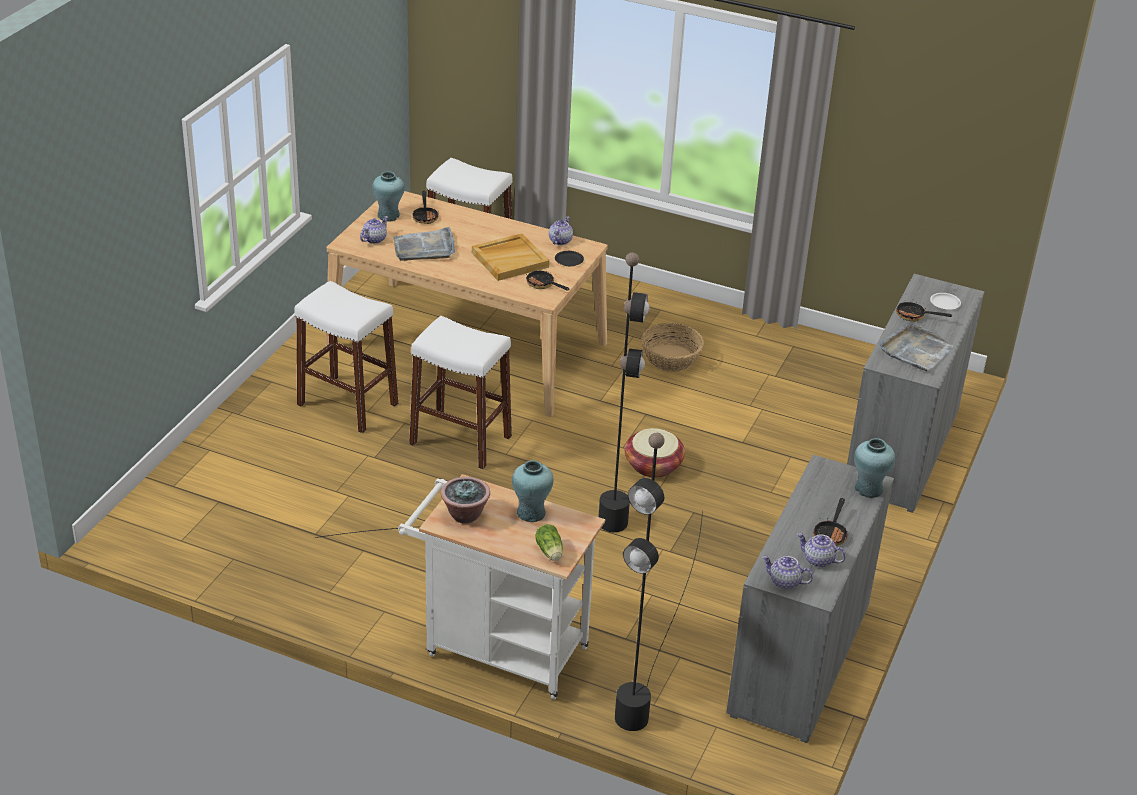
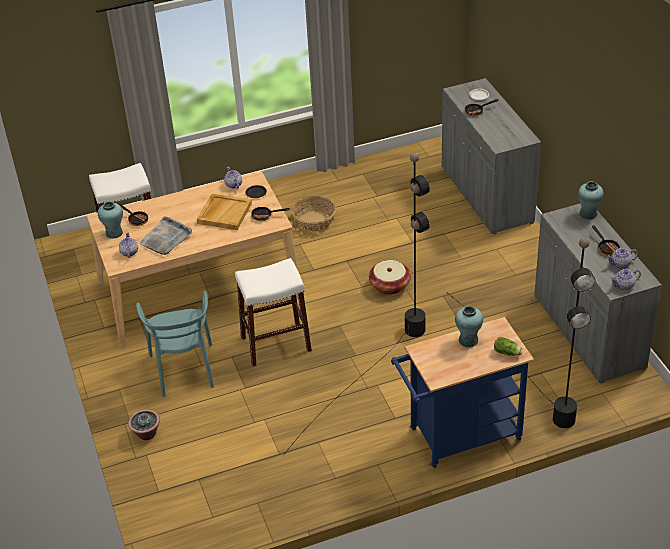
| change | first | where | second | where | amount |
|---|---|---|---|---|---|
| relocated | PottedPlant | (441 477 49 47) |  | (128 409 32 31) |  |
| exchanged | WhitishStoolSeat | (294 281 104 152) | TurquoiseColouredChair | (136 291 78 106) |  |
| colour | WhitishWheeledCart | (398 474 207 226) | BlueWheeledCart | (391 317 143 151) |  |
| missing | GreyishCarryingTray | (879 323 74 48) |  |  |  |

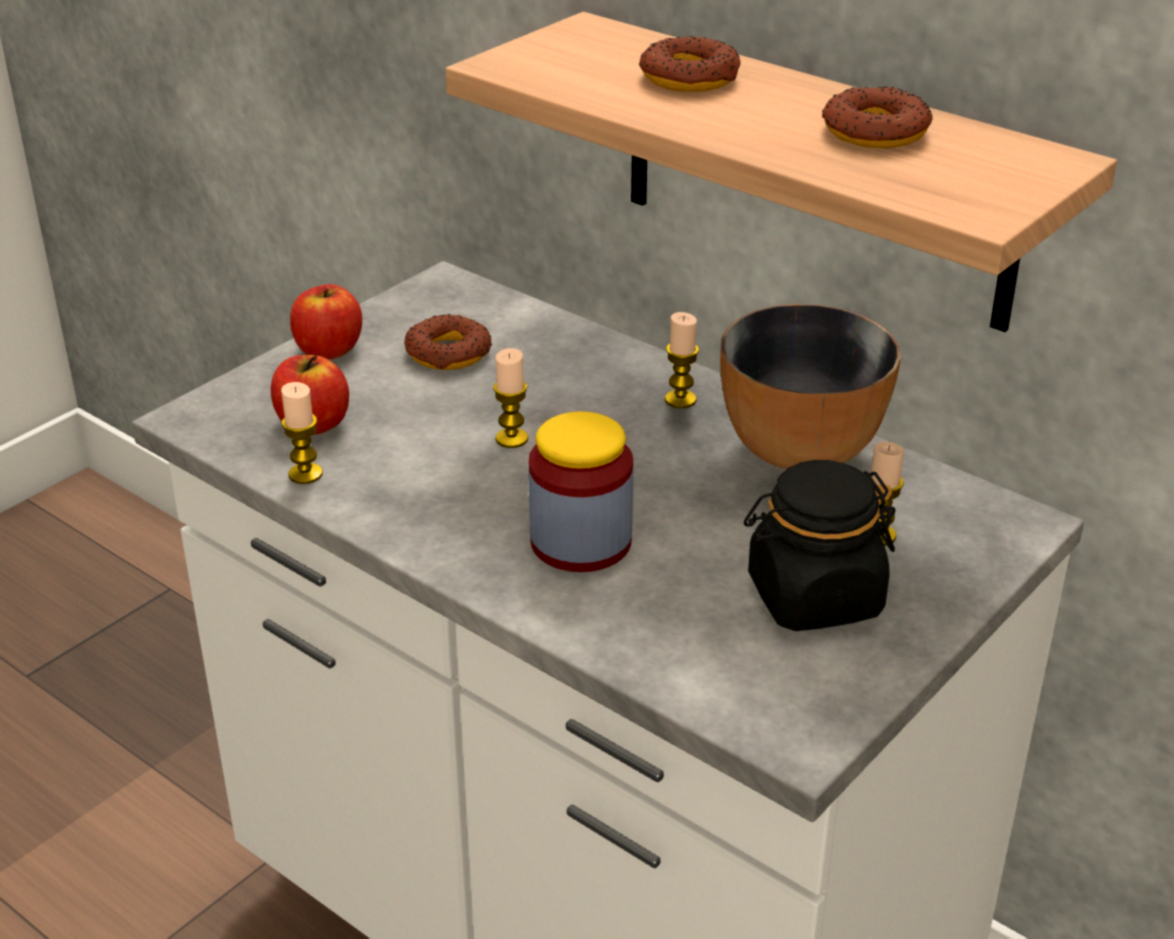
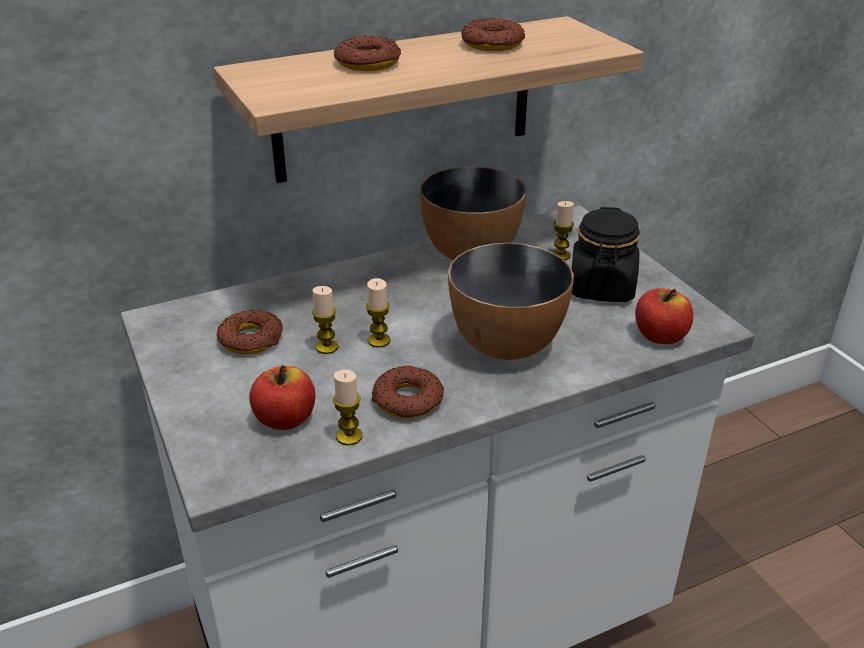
| change | first | where | second | where | amount |
|---|---|---|---|---|---|
| relocated | WaxCandle | (665 312 34 96) |  | (312 286 27 68) |  |
| appeared |  |  | RingDoughnut | (372 366 72 52) |  |
| exchanged | PreserveJar | (528 411 106 161) | ServingBowl | (448 243 126 117) |  |
| relocated | AppleFruit | (290 284 72 75) |  | (635 288 58 56) |  |

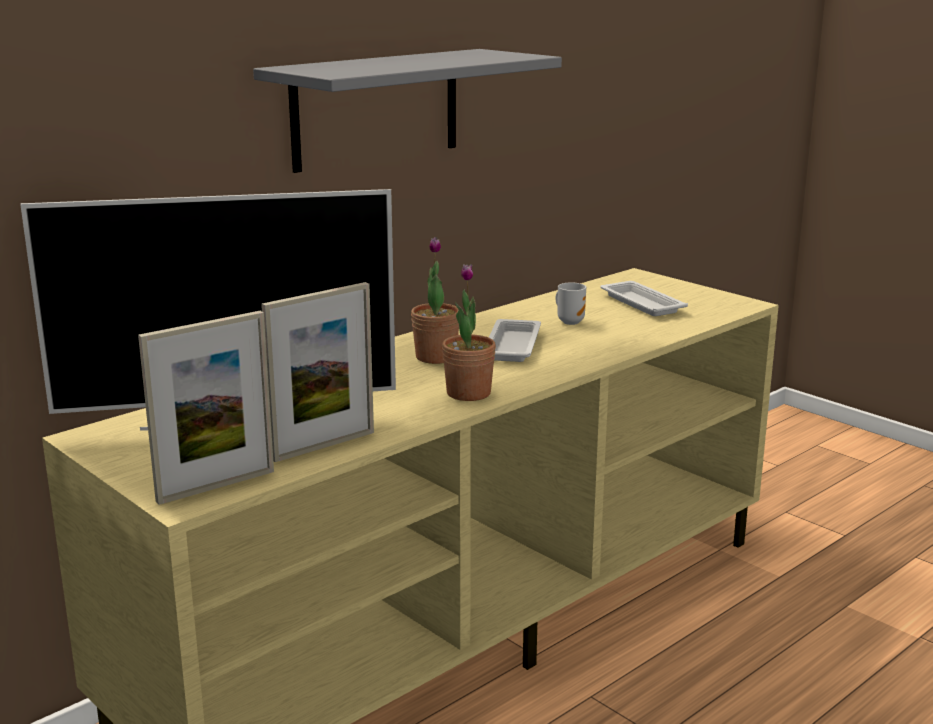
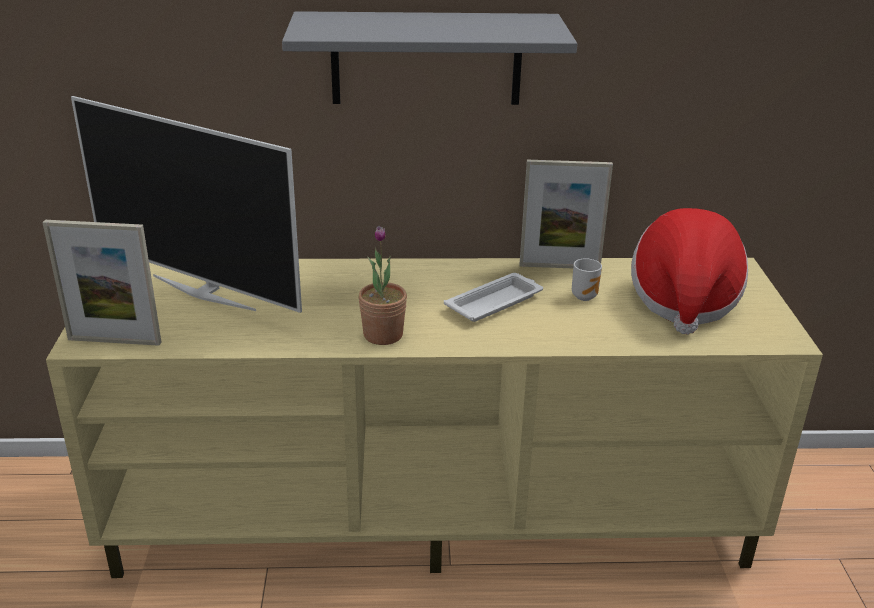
| change | first | where | second | where | amount |
|---|---|---|---|---|---|
| relocated | StandingFrame | (261 282 113 180) |  | (520 160 93 108) |  |
| exchanged | WhitishCarryingTray | (600 281 88 35) | WearableHat | (631 208 117 126) |  |
| missing | PottedPlant | (411 237 48 127) |  |  |  |

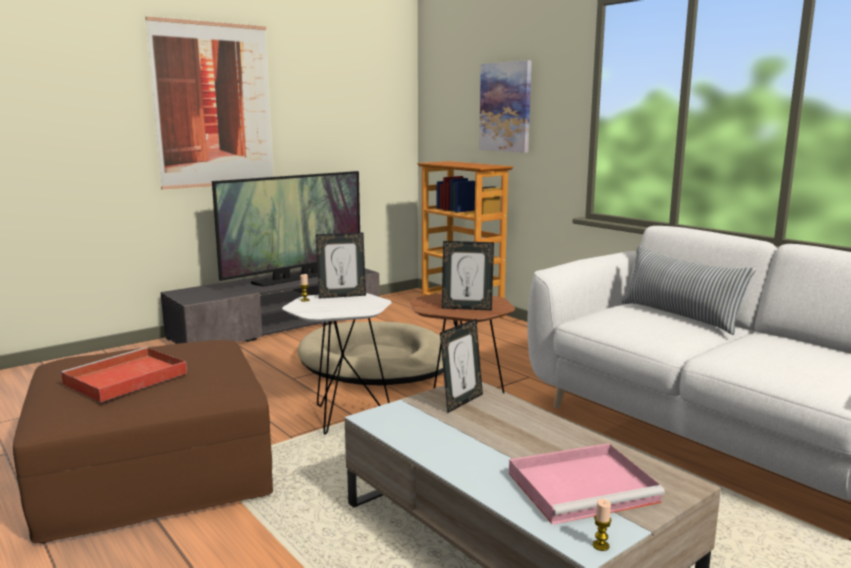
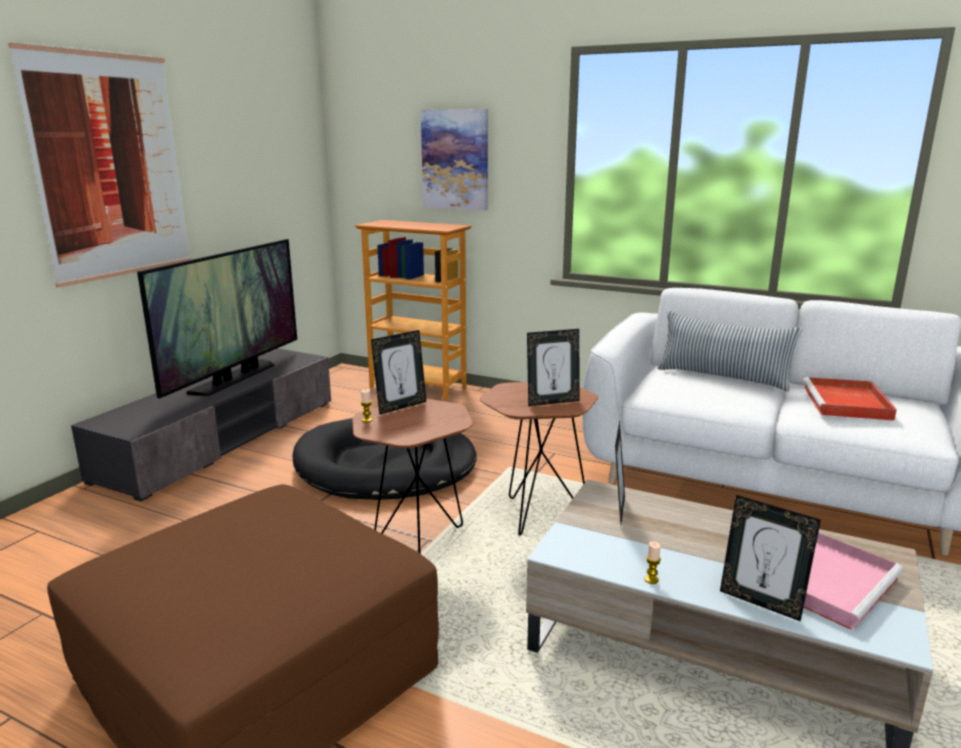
| change | first | where | second | where | amount |
|---|---|---|---|---|---|
| colour | BeigeColouredDogBed | (298 321 146 65) | BlackDogBed | (292 418 184 82) |  |
| colour | WhitishAccentTable | (282 293 110 142) | BrownishAccentTable | (352 399 121 155) |  |
| relocated | WaxCandle | (593 499 19 52) |  | (645 541 16 43) |  |
| appeared |  |  | StandingFrame | (720 495 101 126) |  |
| relocated | RedColouredCarryingTray | (60 347 127 55) |  | (803 377 94 44) |  |

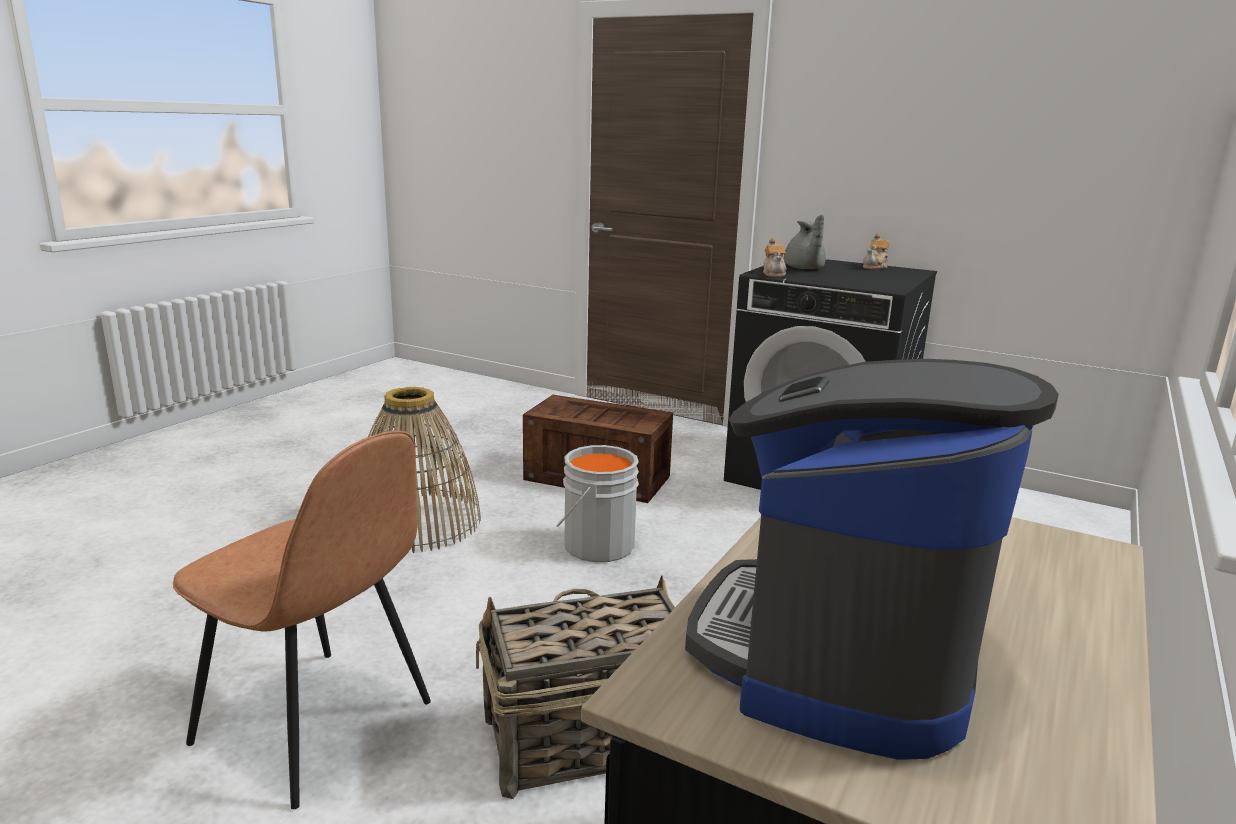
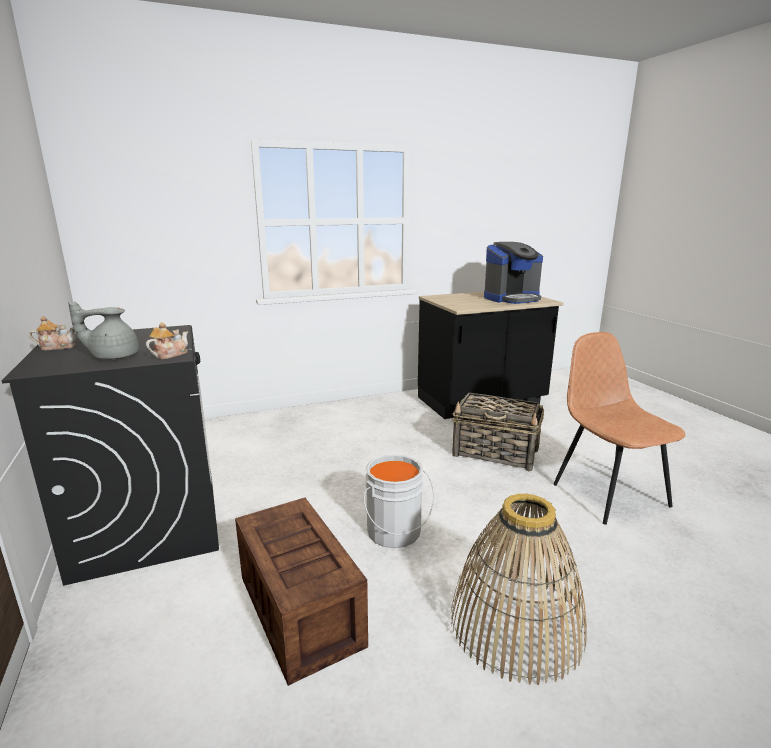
| change | first | where | second | where | amount |
|---|---|---|---|---|---|
| spun | GreyishTeaPot | (784 215 42 54) |  | (68 301 71 58) | 135 degrees counterclockwise |

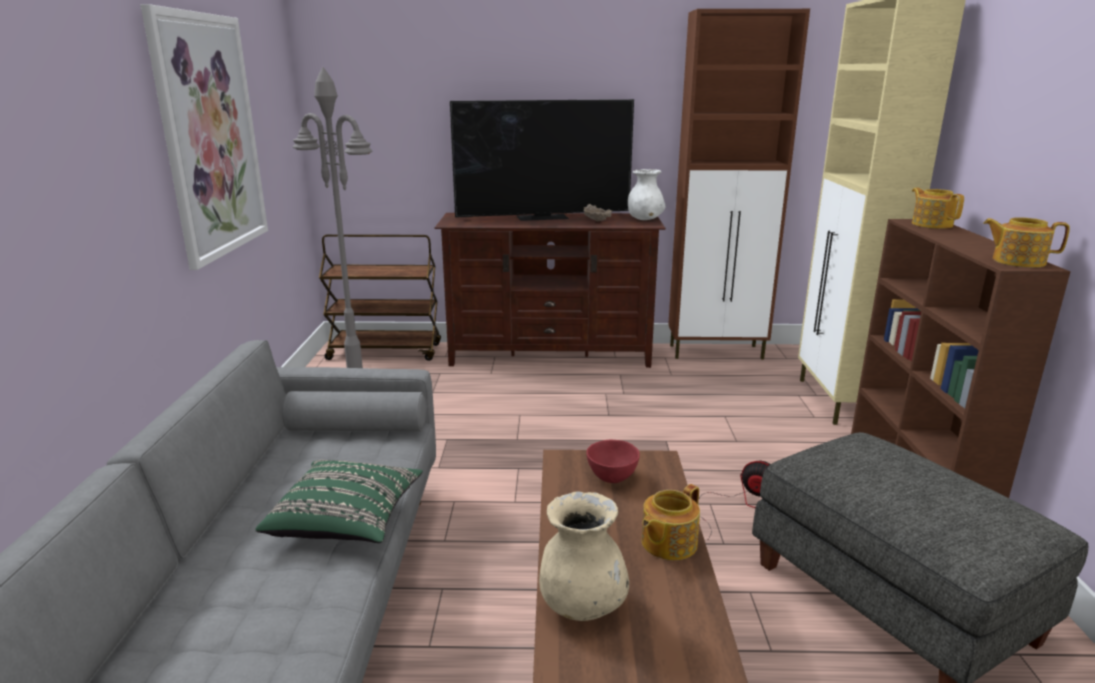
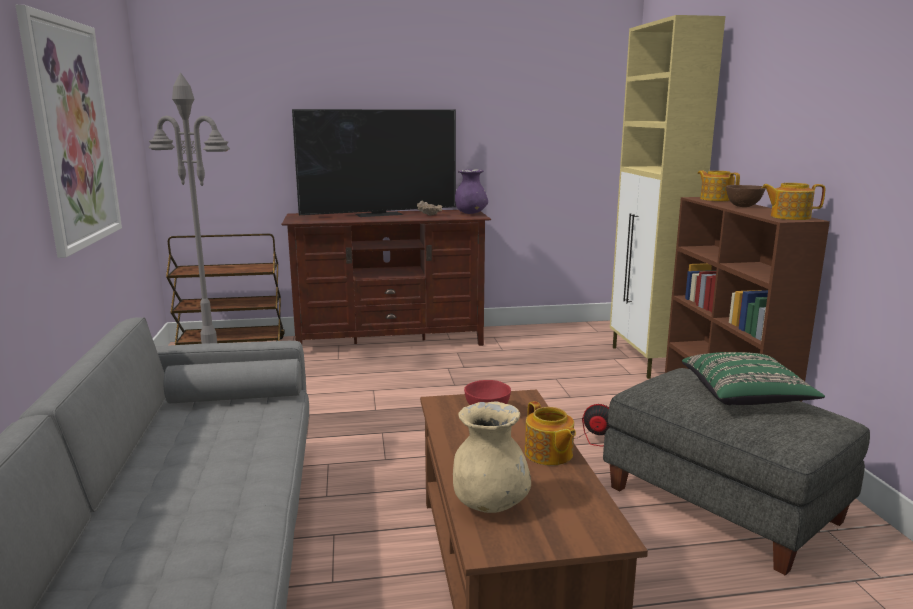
| change | first | where | second | where | amount |
|---|---|---|---|---|---|
| colour | WhitishVase | (628 169 38 51) | PurpleVase | (455 169 33 45) |  |
| spun | TeaPot | (642 484 58 76) |  | (525 401 51 65) | 60 degrees counterclockwise |
| relocated | GreenCushion | (255 460 168 83) |  | (682 352 143 53) |  |
| appeared |  |  | BrownishServingBowl | (726 185 40 22) |  |
| missing | BrownishCabinet | (668 9 142 350) |  |  |  |

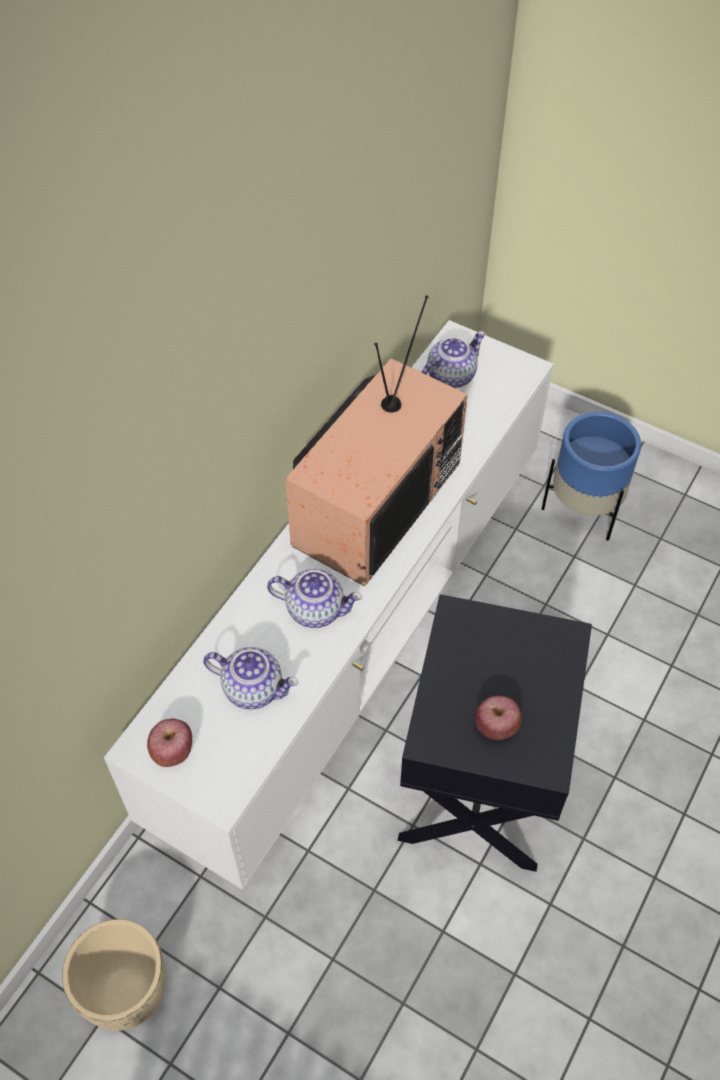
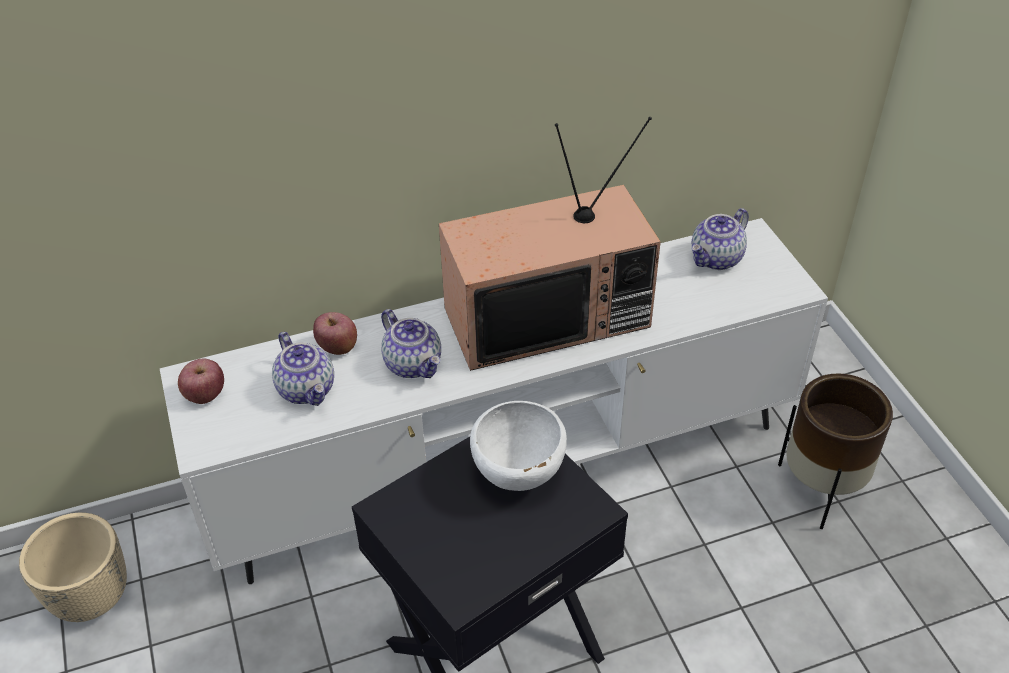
| change | first | where | second | where | amount |
|---|---|---|---|---|---|
| relocated | AppleFruit | (475 696 46 44) |  | (313 312 44 43) |  |
| appeared |  |  | WhitishServingBowl | (470 401 97 90) |  |
| spun | TeaPot | (422 331 64 57) |  | (692 208 57 62) | 135 degrees clockwise |
| colour | BluePlanter | (542 411 99 130) | BrownishPlanter | (778 373 115 156) |  |

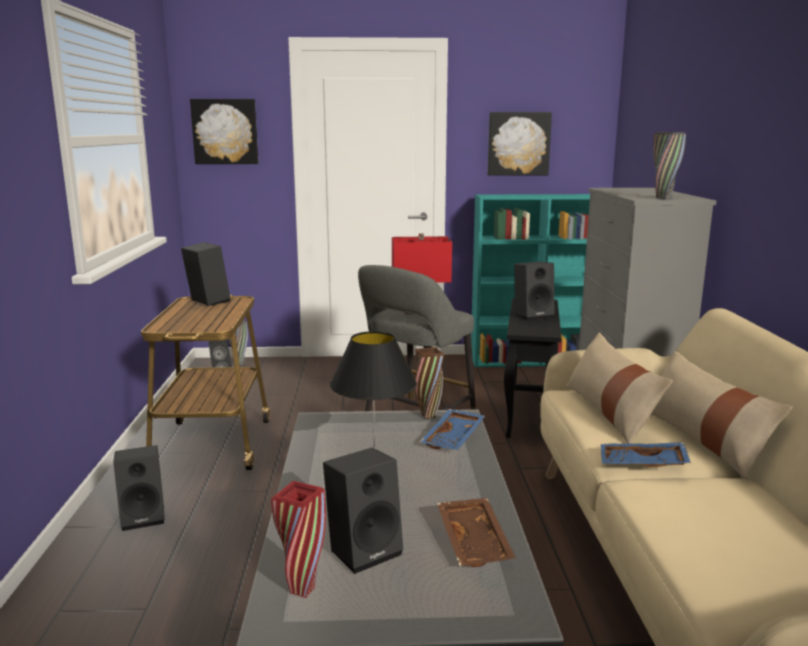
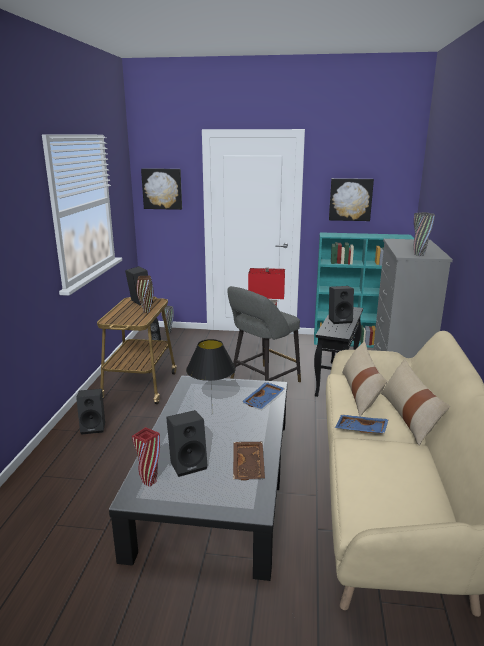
| change | first | where | second | where | amount |
|---|---|---|---|---|---|
| relocated | BrownishVase | (415 347 29 72) |  | (136 276 17 37) |  |

